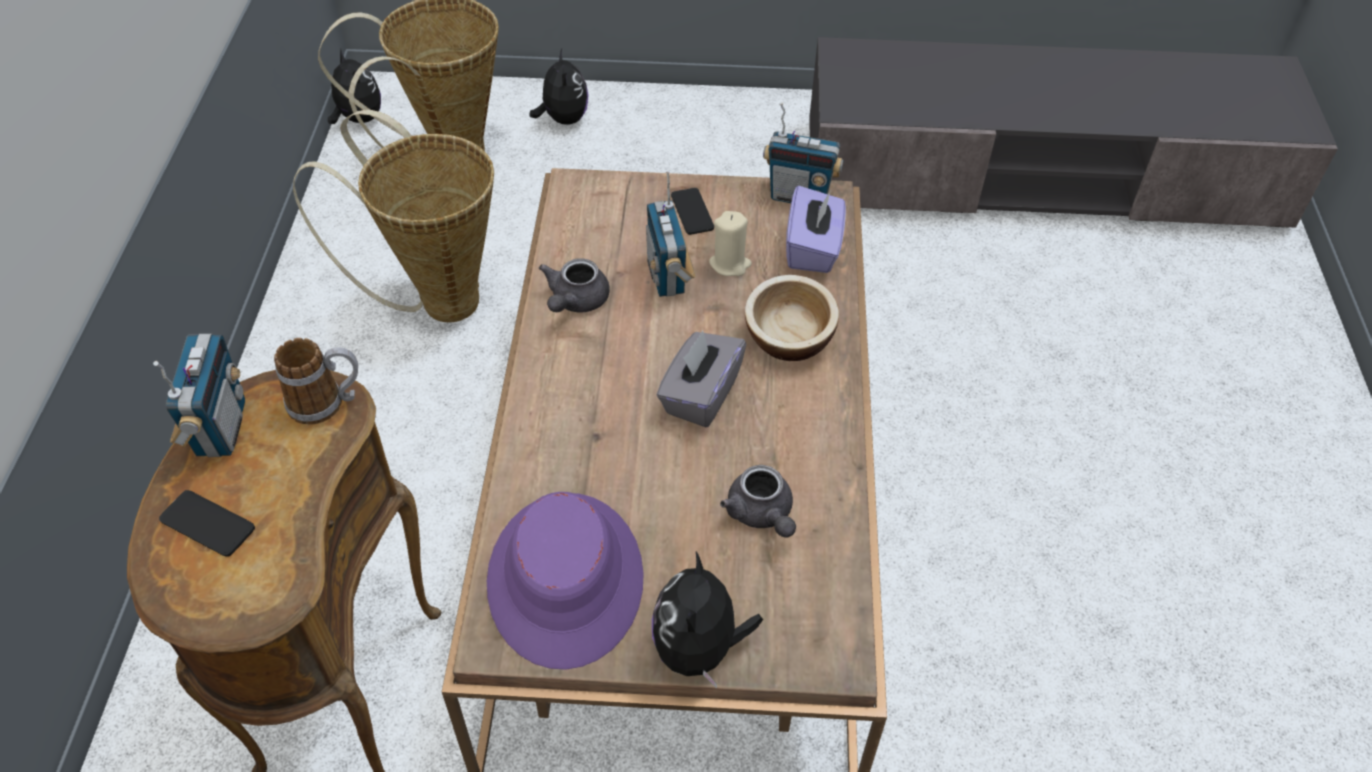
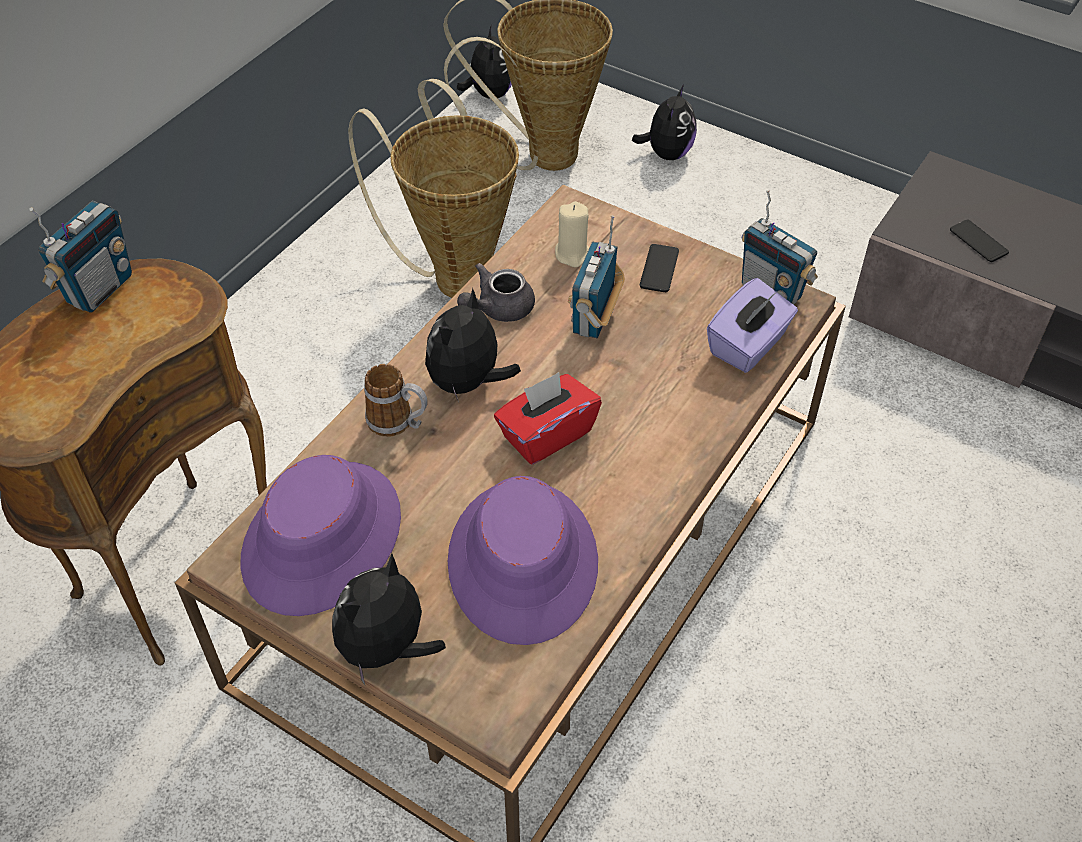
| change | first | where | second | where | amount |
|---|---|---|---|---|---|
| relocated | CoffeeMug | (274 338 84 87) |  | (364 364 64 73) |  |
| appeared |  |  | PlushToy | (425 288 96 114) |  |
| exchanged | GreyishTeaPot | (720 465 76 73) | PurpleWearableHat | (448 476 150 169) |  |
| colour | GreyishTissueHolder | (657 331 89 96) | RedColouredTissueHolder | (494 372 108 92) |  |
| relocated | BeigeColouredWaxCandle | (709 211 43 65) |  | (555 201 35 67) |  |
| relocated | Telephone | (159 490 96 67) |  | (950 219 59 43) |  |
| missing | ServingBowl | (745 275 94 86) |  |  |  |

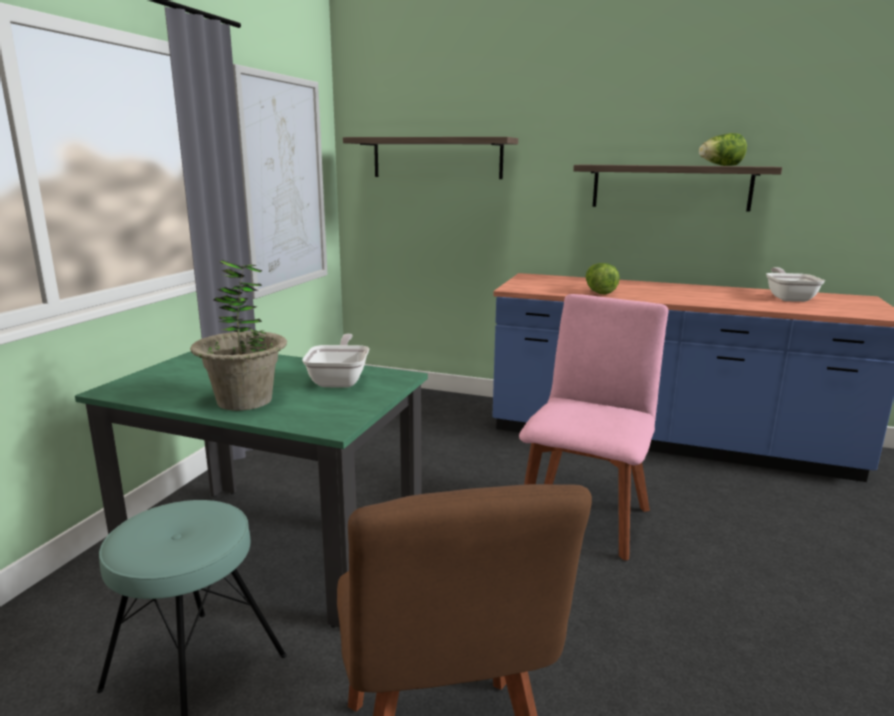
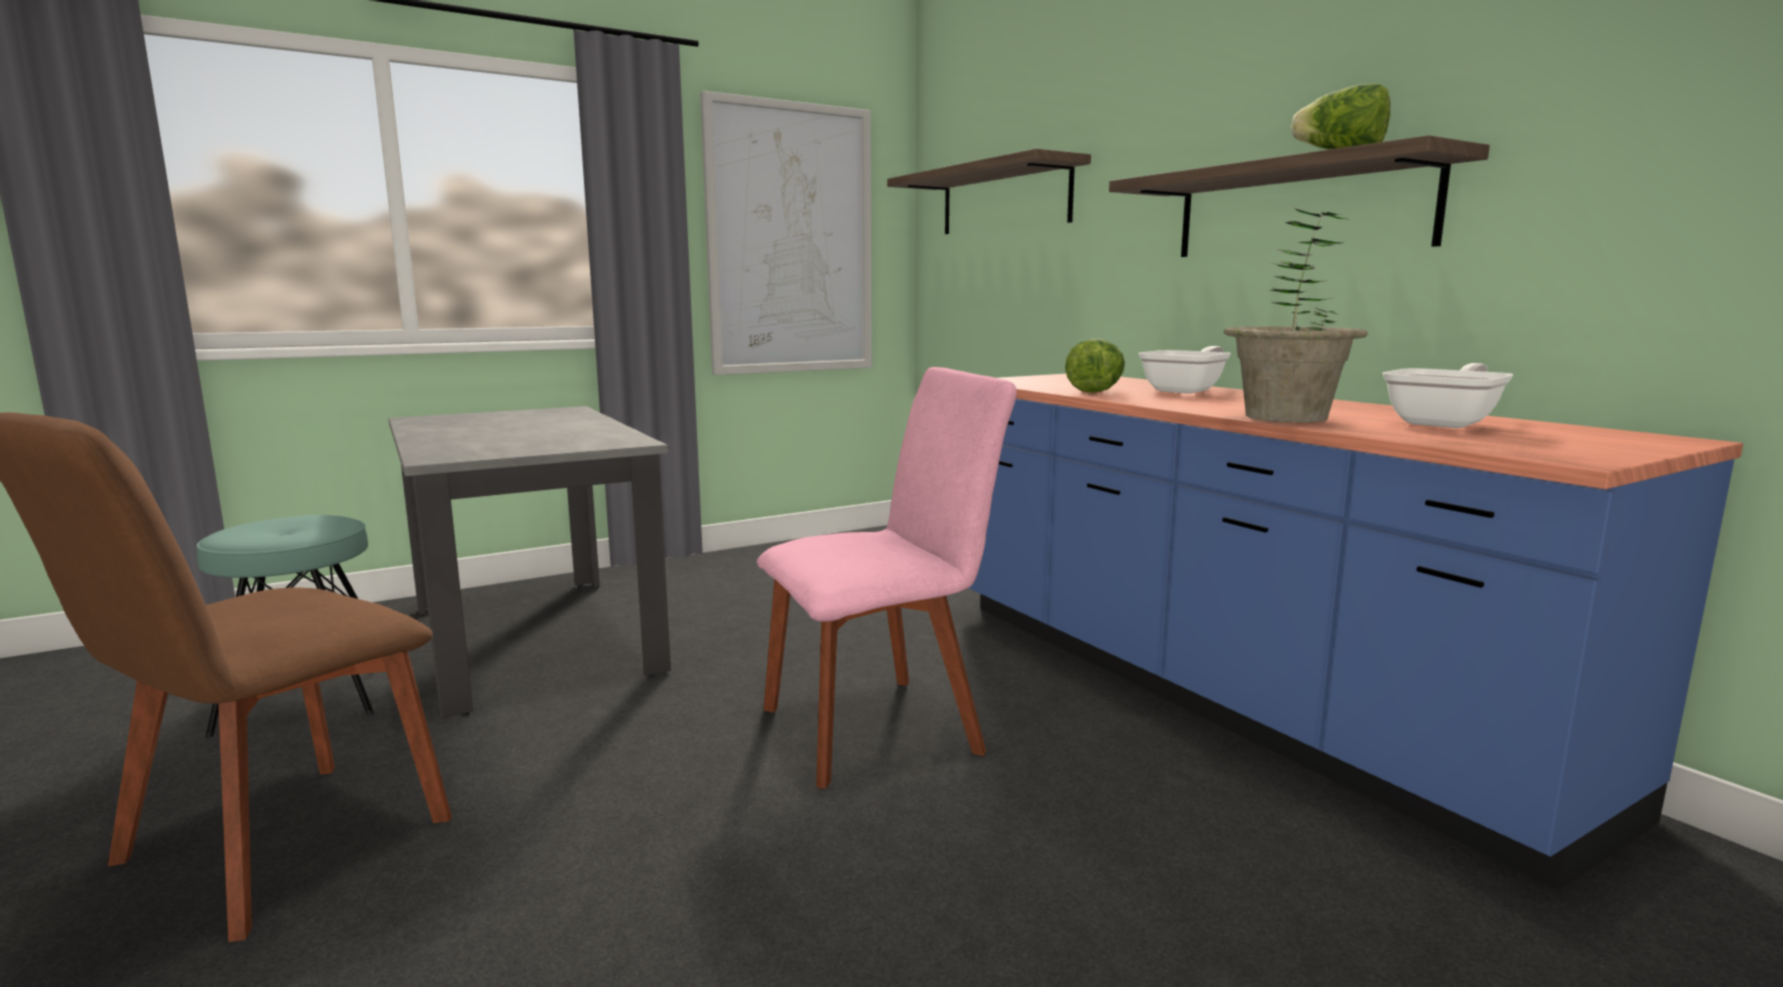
| change | first | where | second | where | amount |
|---|---|---|---|---|---|
| colour | GreenDinnerTable | (75 351 353 277) | GreyishDinnerTable | (388 406 283 312) |  |
| relocated | Pan | (302 334 67 54) |  | (1138 346 93 48) |  |
| relocated | PottedPlant | (190 260 97 151) |  | (1224 206 144 217) |  |

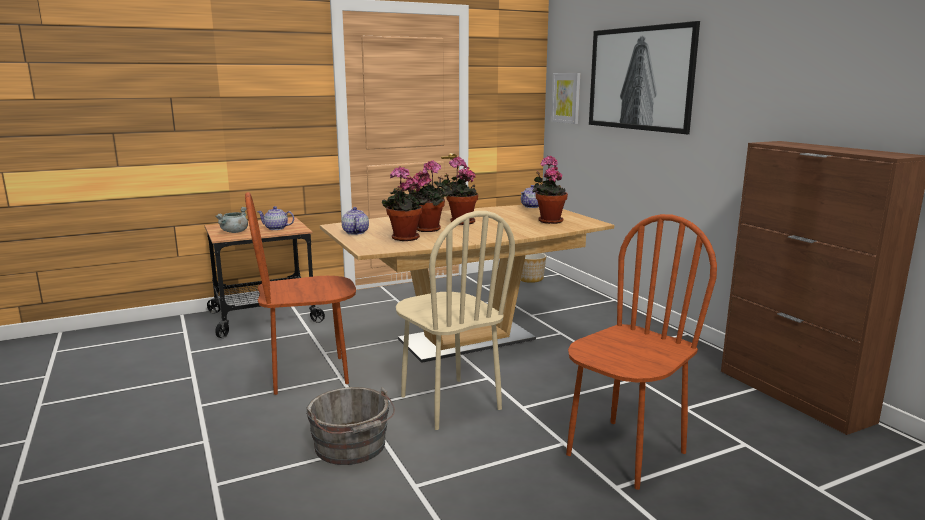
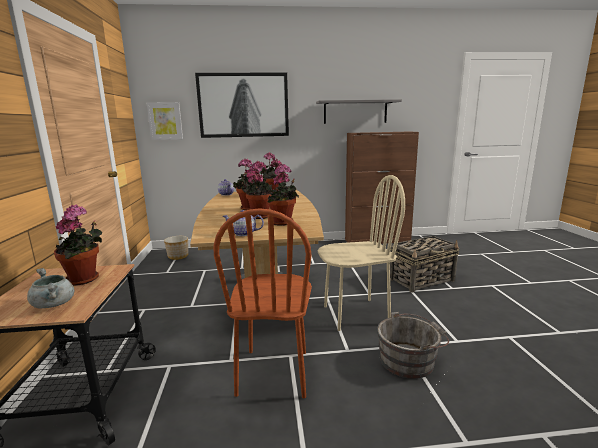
| change | first | where | second | where | amount |
|---|---|---|---|---|---|
| exchanged | TeaPot | (257 206 37 24) | PottedPlant | (54 204 48 82) |  |
| appeared |  |  | GreyishBracketShelf | (316 99 86 25) |  |
| exchanged | BrownishChair | (566 214 151 276) | StorageBasket | (390 236 70 56) |  |

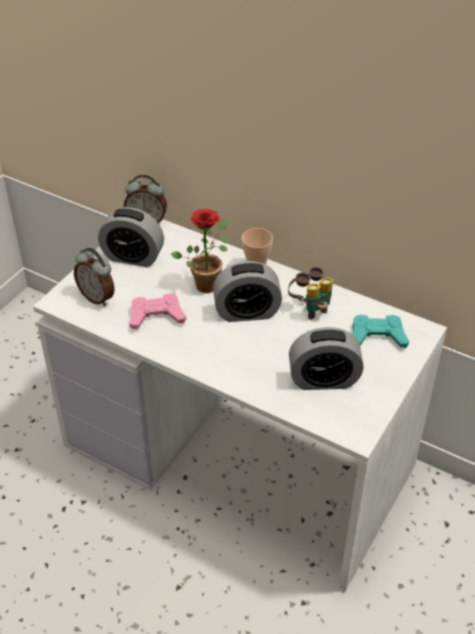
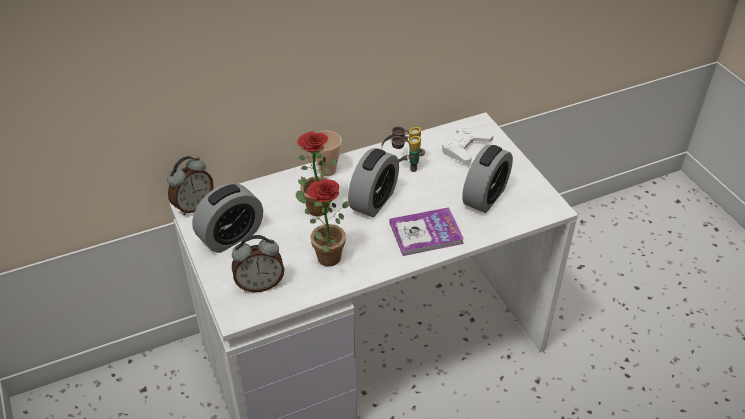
| change | first | where | second | where | amount |
|---|---|---|---|---|---|
| exchanged | PinkishGameController | (130 293 56 37) | PottedPlant | (296 179 54 88) |  |
| appeared |  |  | Book | (389 207 75 49) |  |
| colour | TurquoiseColouredGameController | (353 315 56 33) | WhitishGameController | (442 125 52 39) |  |

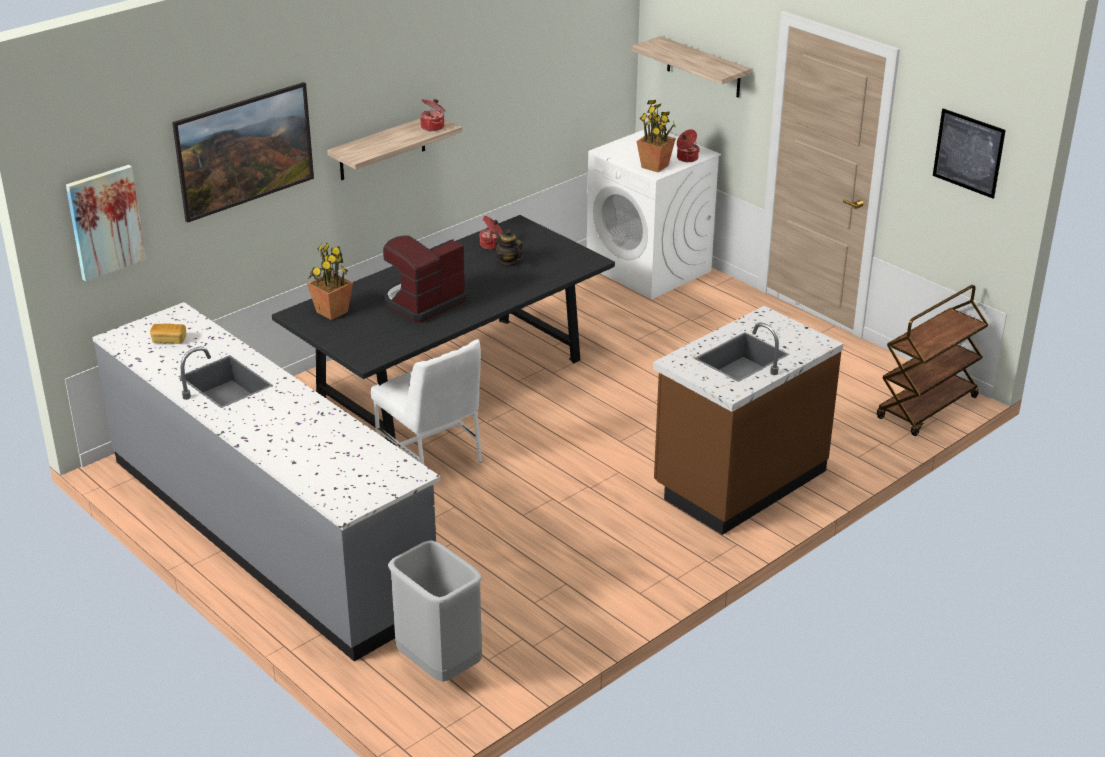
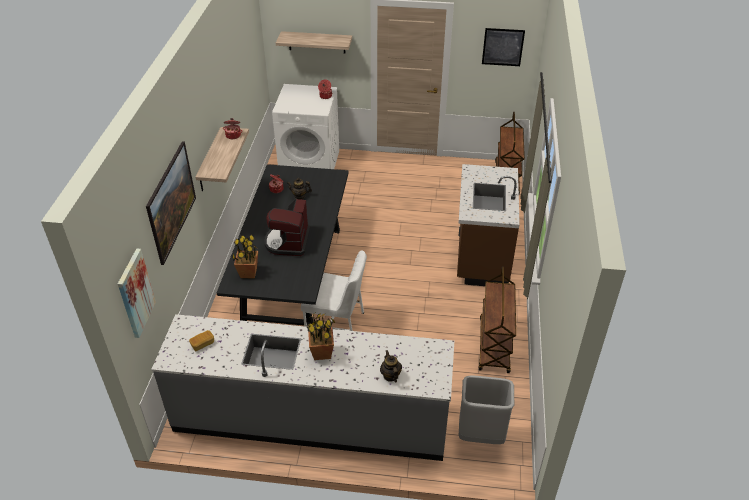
| change | first | where | second | where | amount |
|---|---|---|---|---|---|
| relocated | PottedPlant | (636 100 40 72) |  | (307 313 29 47) |  |
| appeared |  |  | TeaPot | (380 350 22 32) |  |
| appeared |  |  | BrownishWheeledCart | (479 266 37 107) |  |

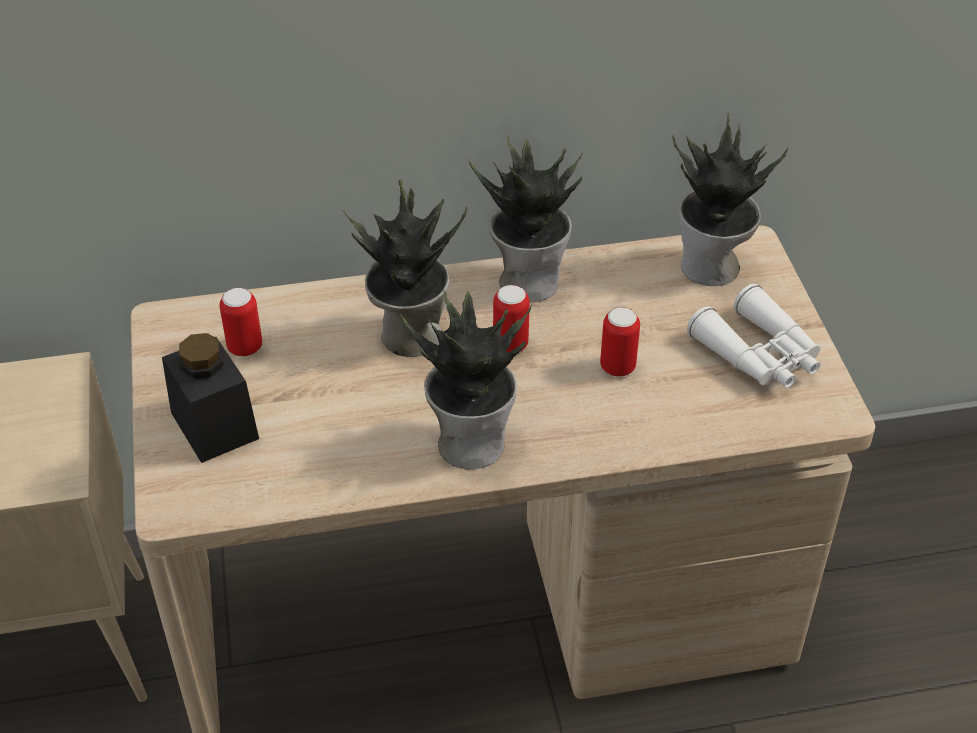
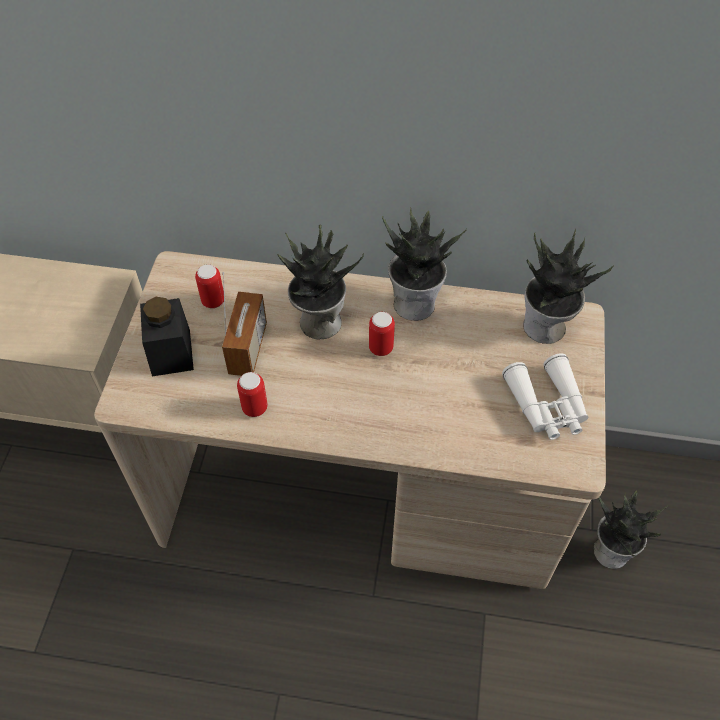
| change | first | where | second | where | amount |
|---|---|---|---|---|---|
| appeared |  |  | RadioReceiver | (222 272 45 104) |  |
| relocated | SealedCan | (600 307 40 70) |  | (237 372 31 45) |  |
| relocated | PottedPlant | (400 289 132 180) |  | (594 490 73 79) |  |

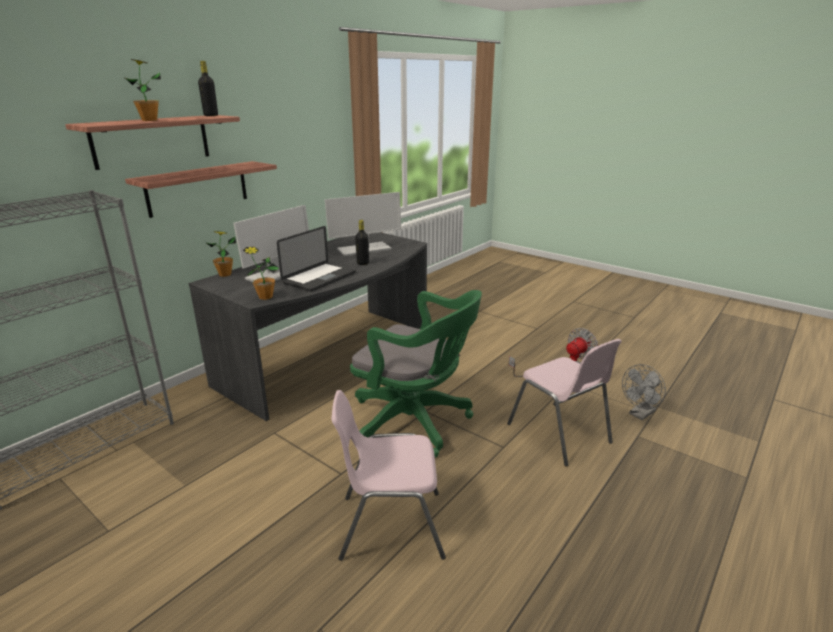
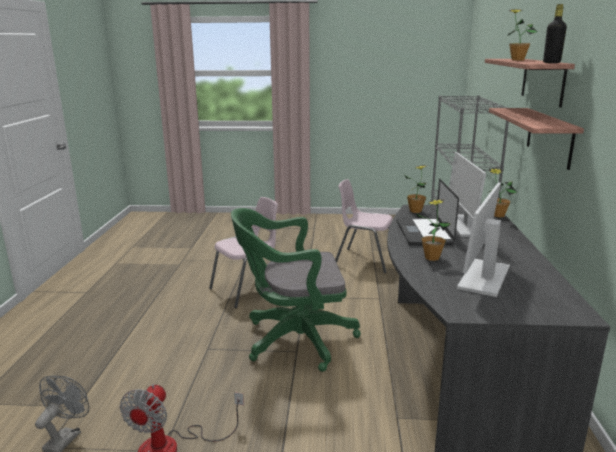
| change | first | where | second | where | amount |
|---|---|---|---|---|---|
| relocated | PinkishChair | (507 339 115 127) |  | (335 179 58 94) |  |
| exchanged | BlackDrinkBottle | (355 220 14 45) | PottedPlant | (416 199 35 62) |  |

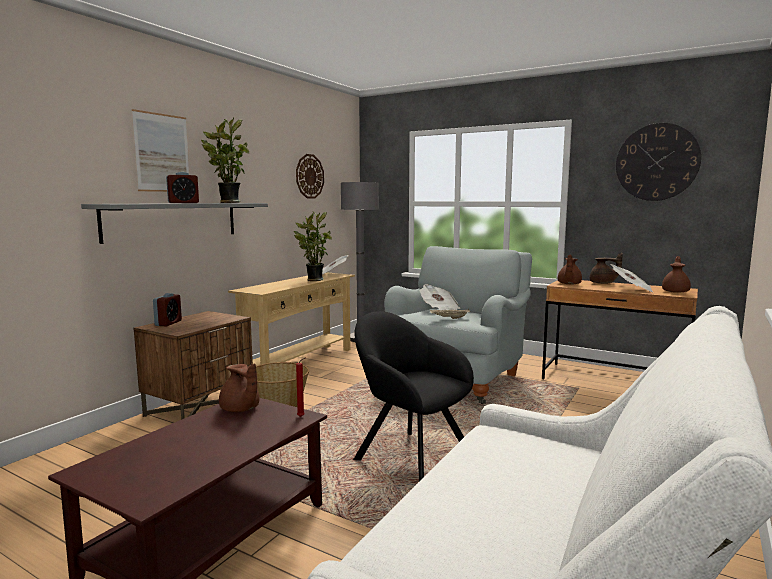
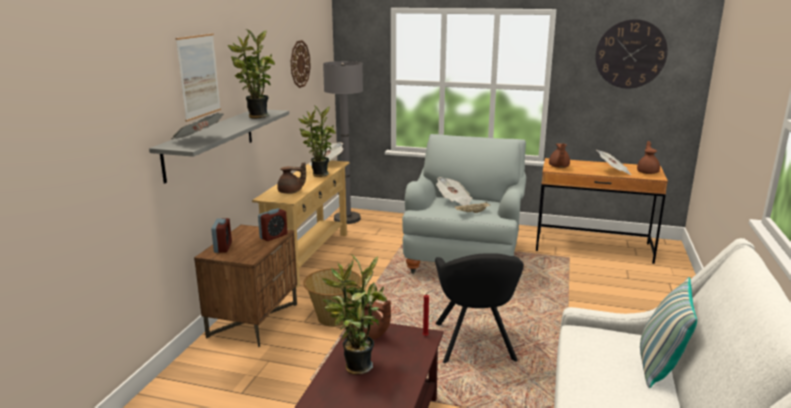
| change | first | where | second | where | amount |
|---|---|---|---|---|---|
| appeared |  |  | Newspaper | (171 113 53 26) |  |
| relocated | TableClock | (166 172 33 31) |  | (258 208 29 33) |  |
| relocated | BrownishTeaPot | (590 253 33 31) |  | (277 162 29 32) |  |
| appeared |  |  | PottedPlant | (322 255 65 120) |  |
| spun | BlackEasyChair | (353 311 121 170) |  | (435 253 89 110) | 120 degrees counterclockwise |
| appeared |  |  | Cushion | (640 277 57 111) |  |

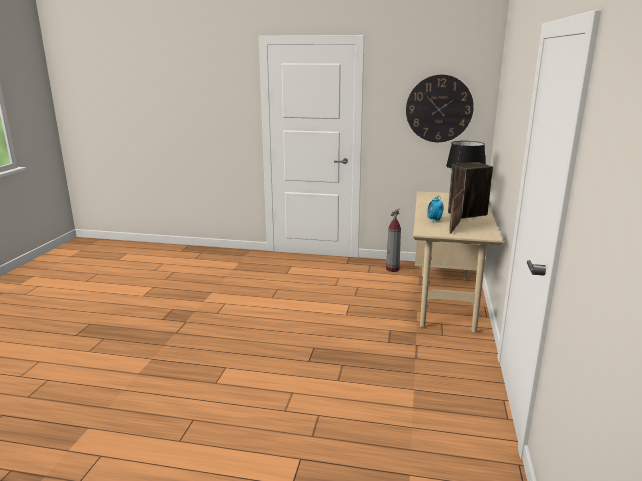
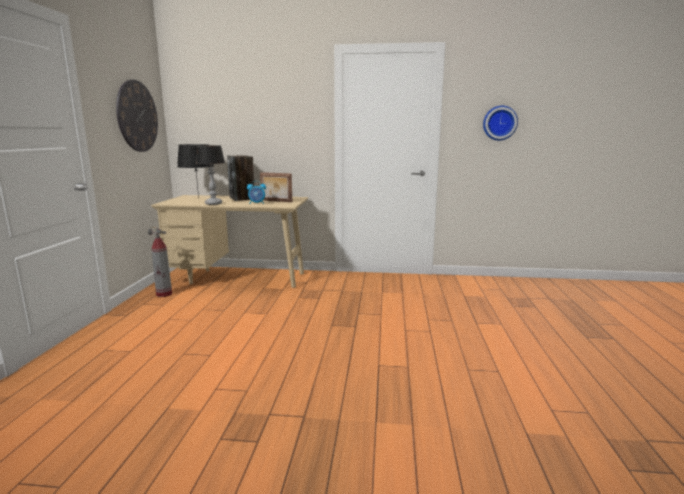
| change | first | where | second | where | amount |
|---|---|---|---|---|---|
| appeared |  |  | LampForATable | (196 145 29 60) |  |
| appeared |  |  | WallClock | (483 106 35 34) |  |

